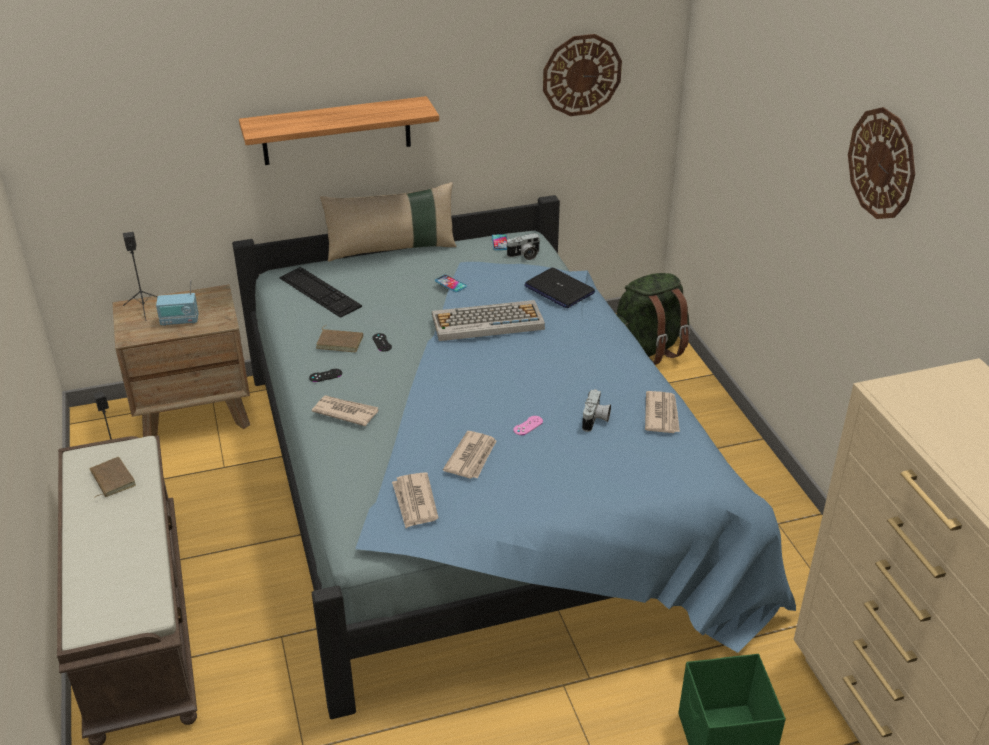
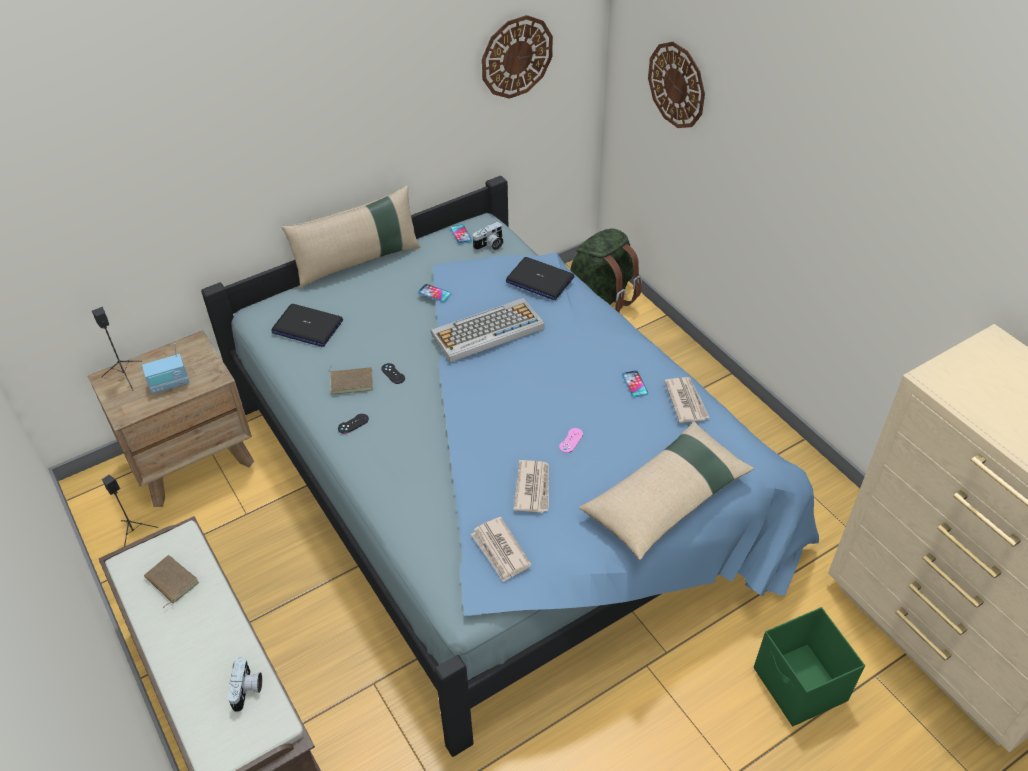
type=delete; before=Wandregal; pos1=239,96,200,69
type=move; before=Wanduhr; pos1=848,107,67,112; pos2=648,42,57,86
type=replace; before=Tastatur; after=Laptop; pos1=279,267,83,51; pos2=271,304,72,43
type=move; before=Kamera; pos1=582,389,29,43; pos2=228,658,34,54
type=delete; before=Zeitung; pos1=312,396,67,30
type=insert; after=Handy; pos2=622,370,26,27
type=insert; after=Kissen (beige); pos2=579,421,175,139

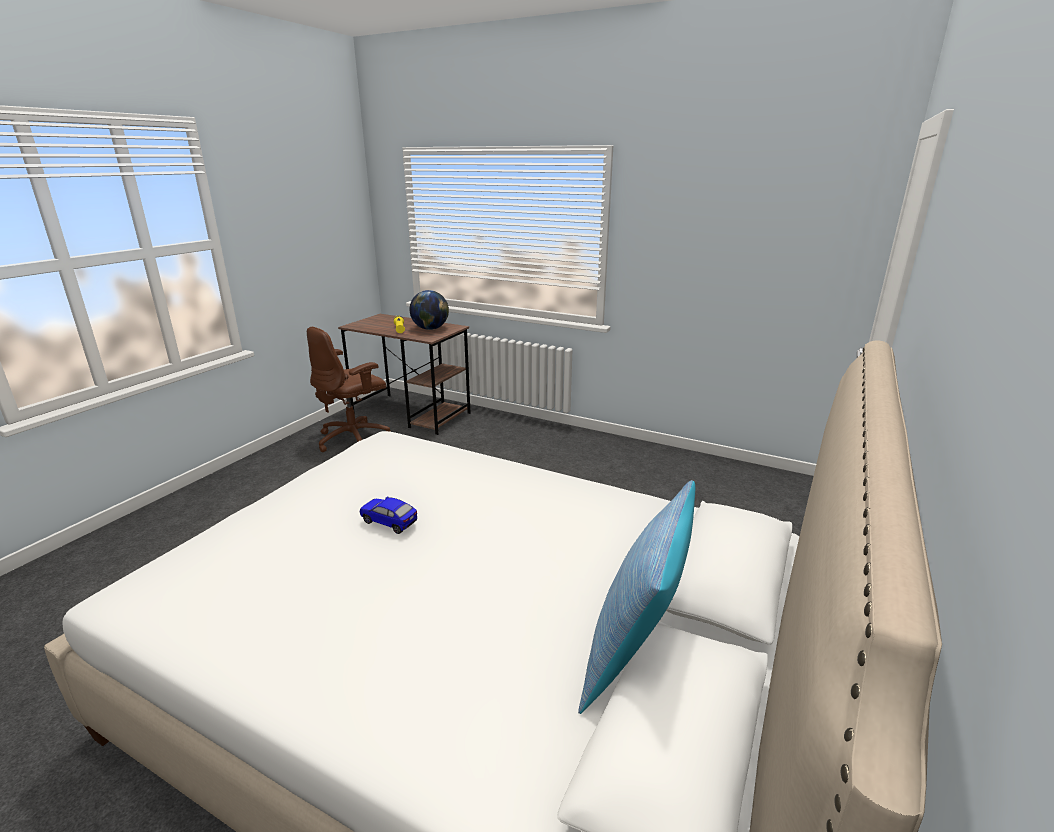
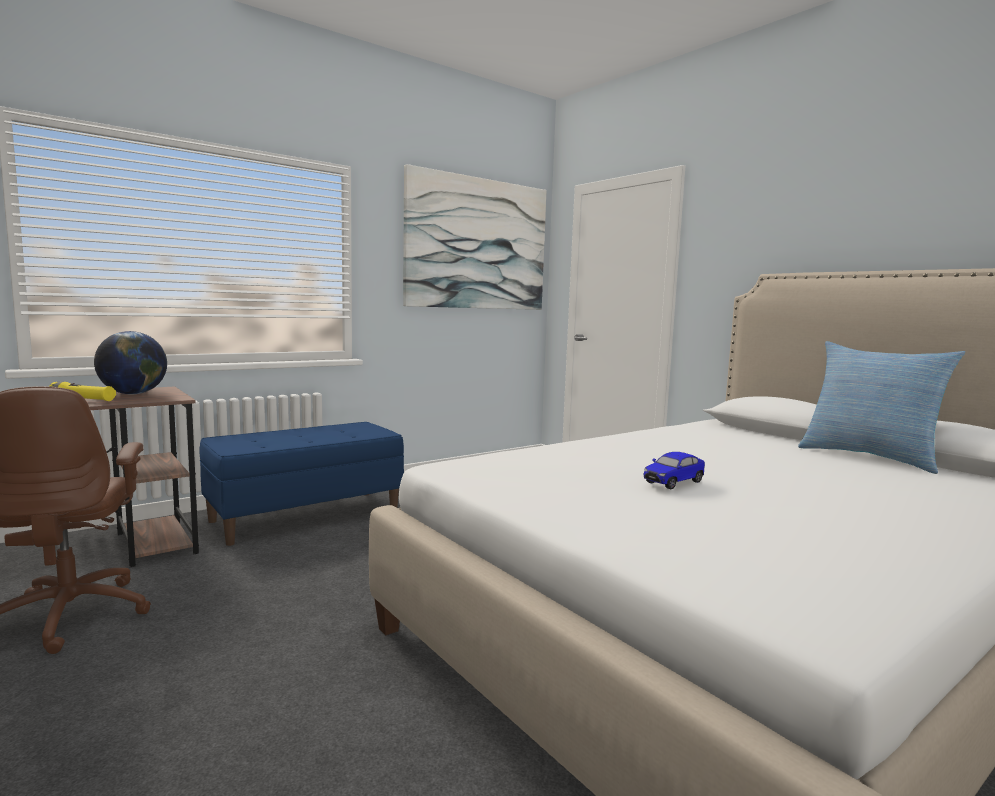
type=insert; after=Bild; pos2=403,164,144,146
type=insert; after=Bank (blau); pos2=200,422,204,124

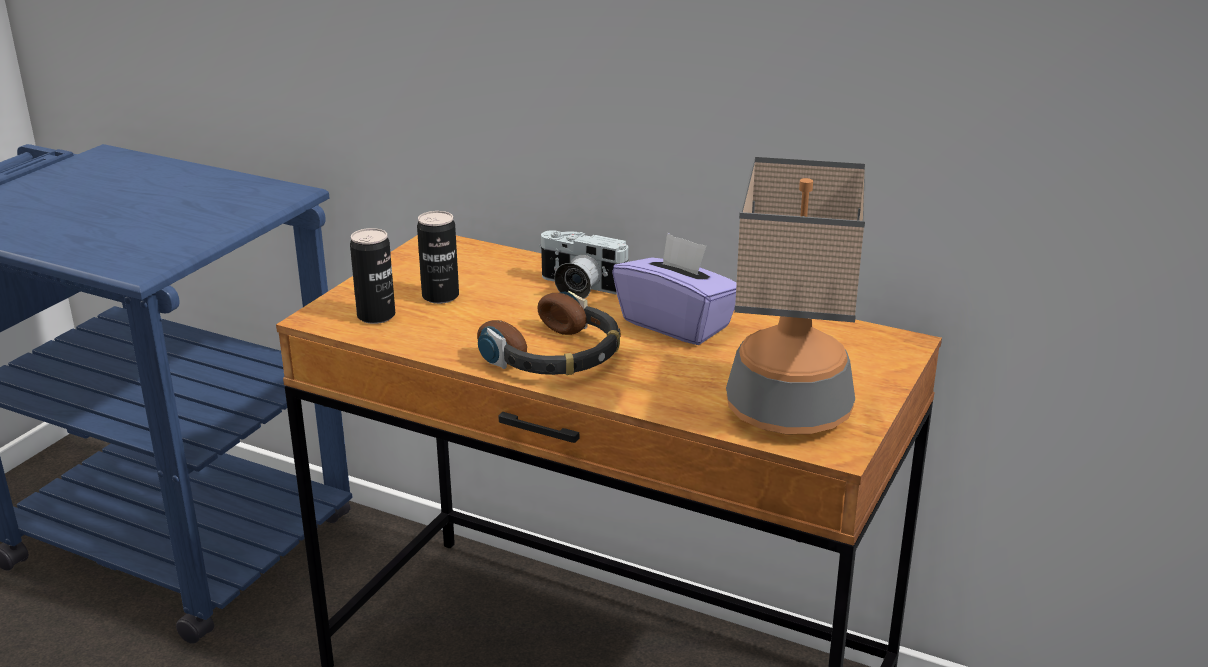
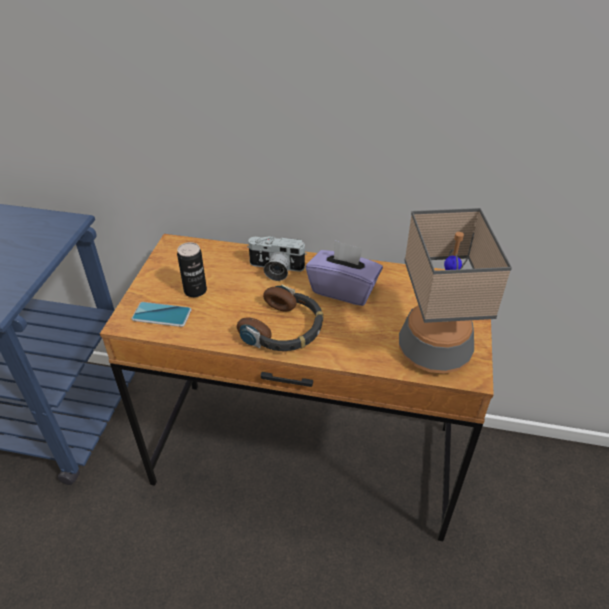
type=replace; before=Dose; after=Handy; pos1=350,228,45,96; pos2=131,302,61,25

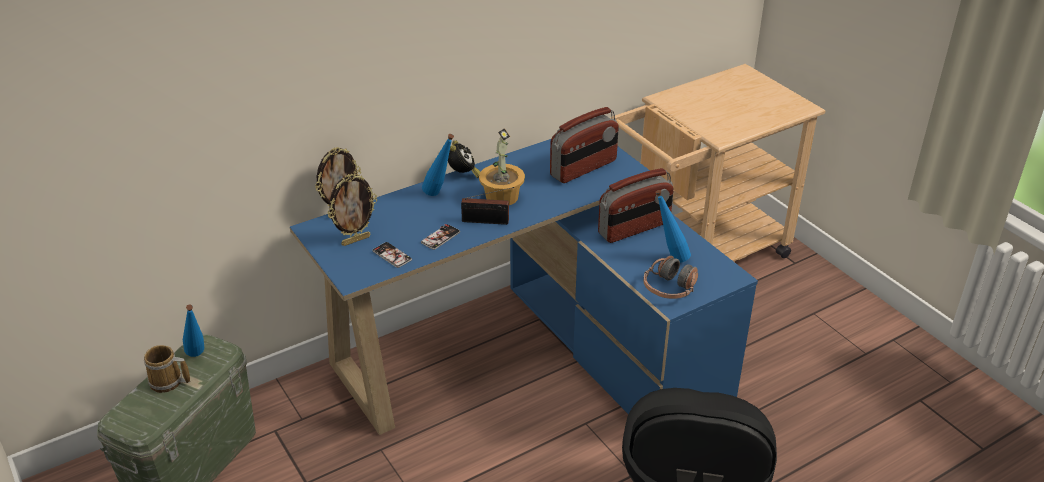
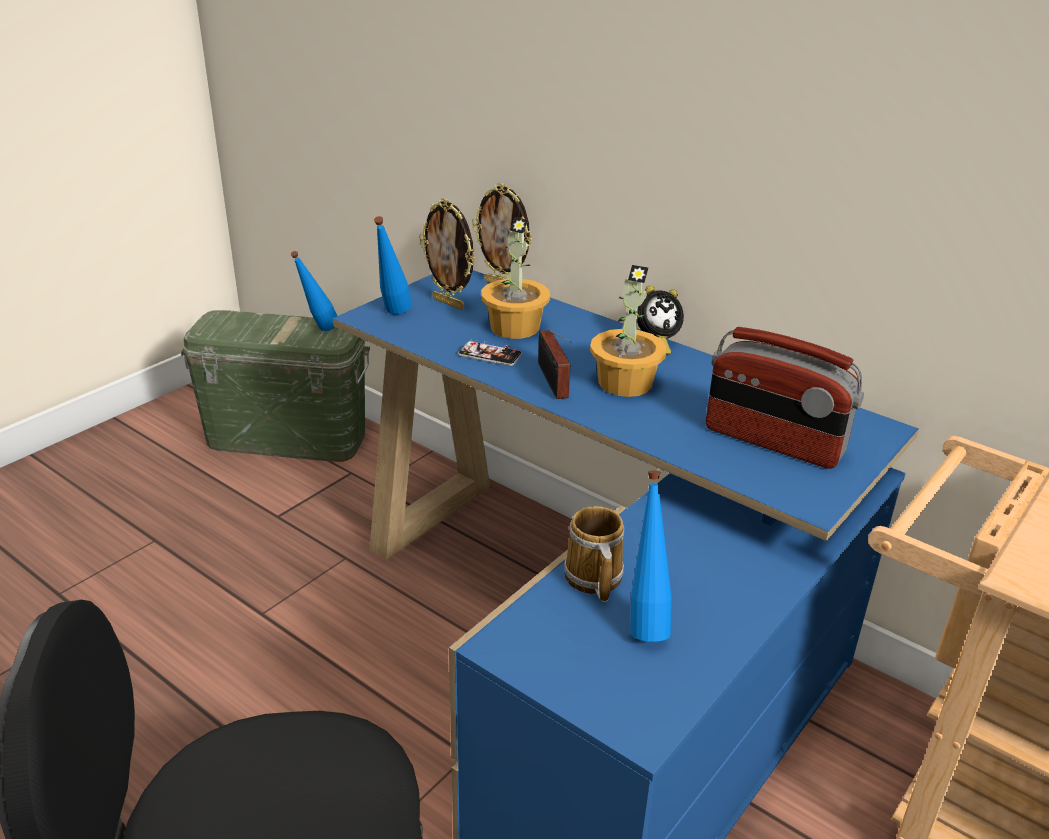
type=move; before=Flasche (blau); pos1=422,134,32,62; pos2=374,216,38,99
type=delete; before=Radio; pos1=598,168,76,75
type=delete; before=Handy; pos1=373,242,39,26
type=delete; before=Kopfhörer; pos1=644,256,54,43
type=move; before=Henkelbecher; pos1=144,345,46,48; pos2=564,506,60,96
type=insert; after=Topfpflanze; pos2=481,217,69,122

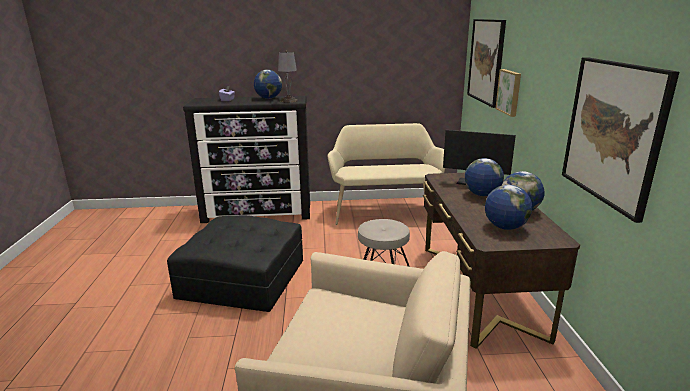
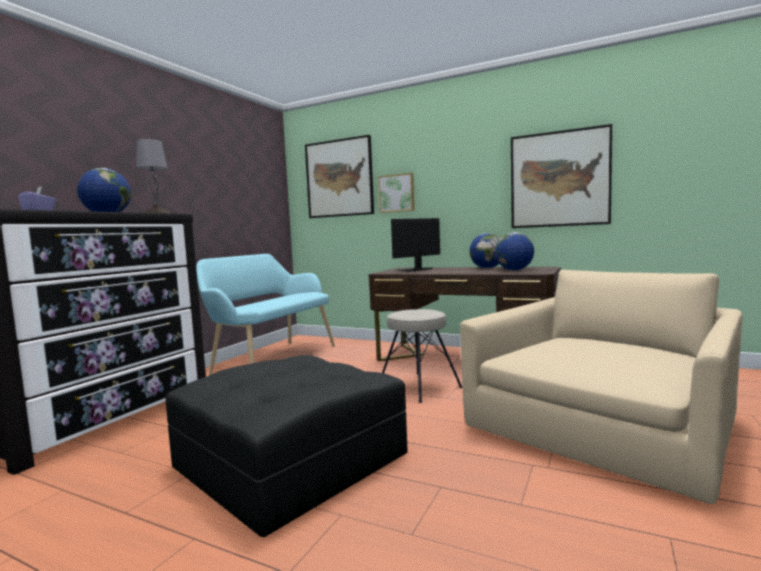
type=recolor; before=Bank (beige); after=Bank (türkis); pos1=328,123,117,102; pos2=196,254,139,121
type=delete; before=Globus; pos1=465,158,39,38

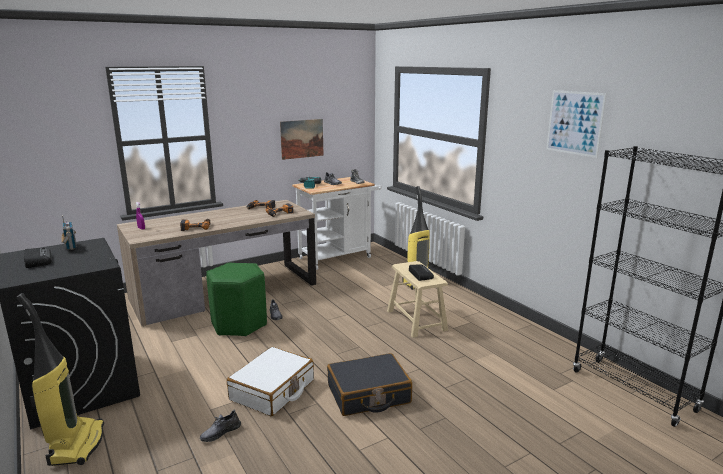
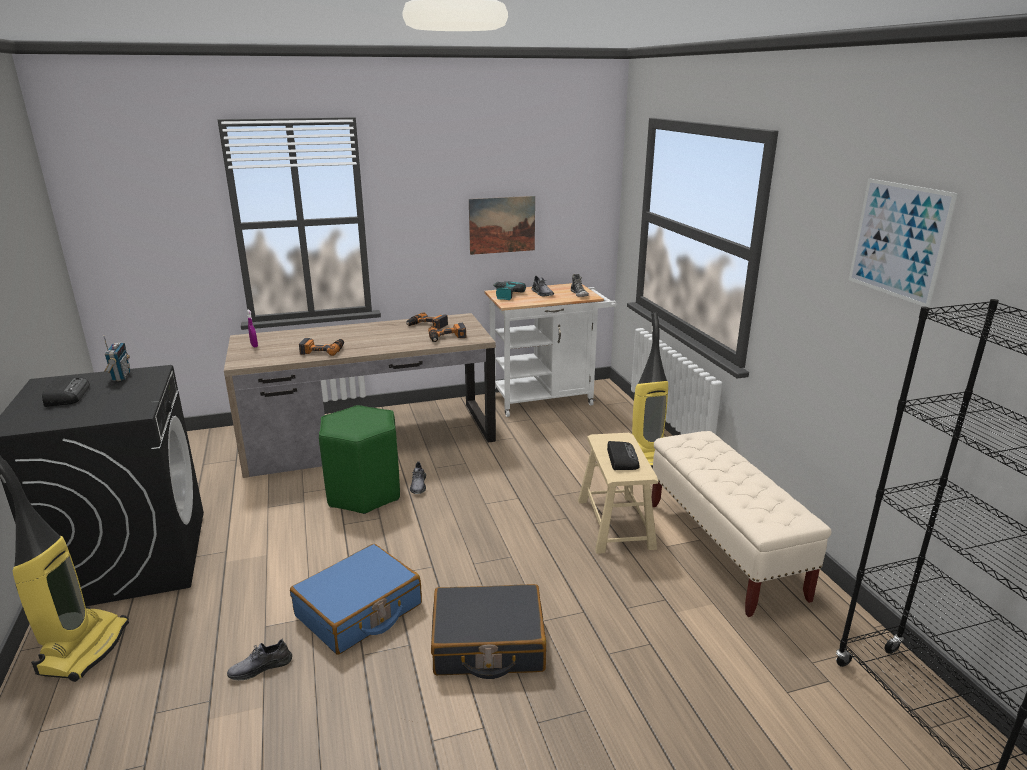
type=recolor; before=Koffer (weiß); after=Koffer (blau); pos1=227,347,87,69; pos2=290,544,132,110
type=insert; after=Bank (beige); pos2=652,431,180,186

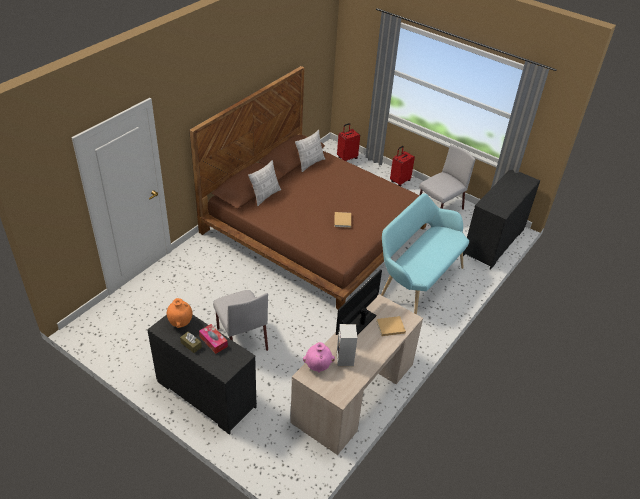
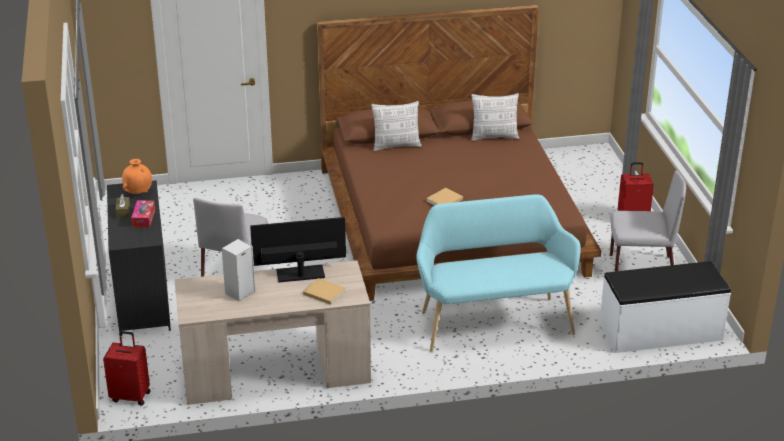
type=move; before=Koffer (rot); pos1=337,123,23,38; pos2=103,331,47,75
type=replace; before=Kommode (schwarz); after=Bank (weiß); pos1=463,170,77,100; pos2=599,261,132,92
type=delete; before=Vase (rosa); pos1=303,342,32,31

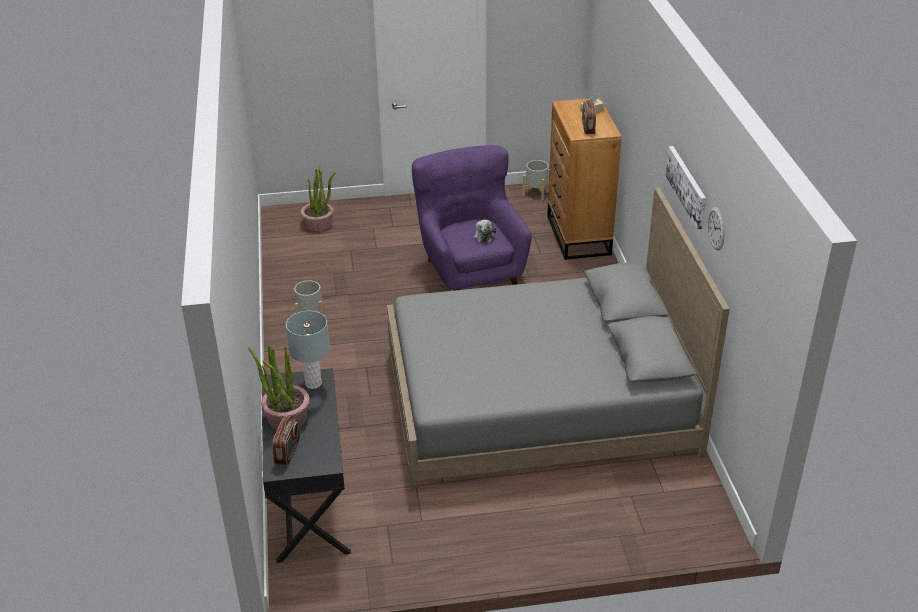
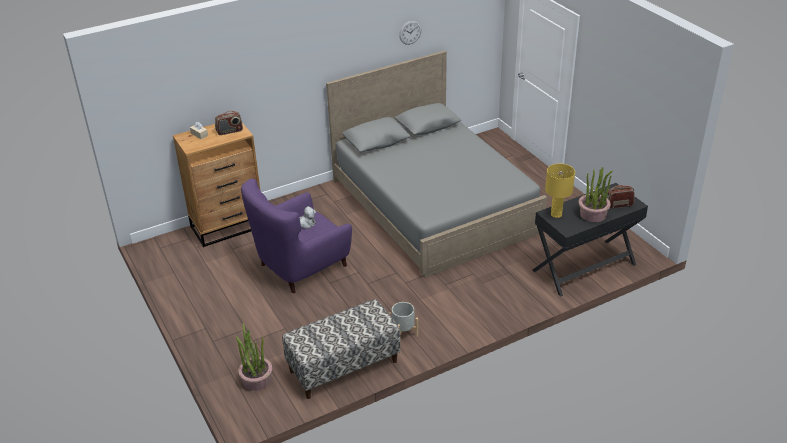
type=delete; before=Bild; pos1=665,146,41,83
type=delete; before=Pflanzkübel (grau); pos1=523,160,26,41
type=recolor; before=Tischlampe (grau); after=Tischlampe (gelb); pos1=286,311,44,78; pos2=545,164,30,54
type=insert; after=Bank; pos2=282,299,118,100

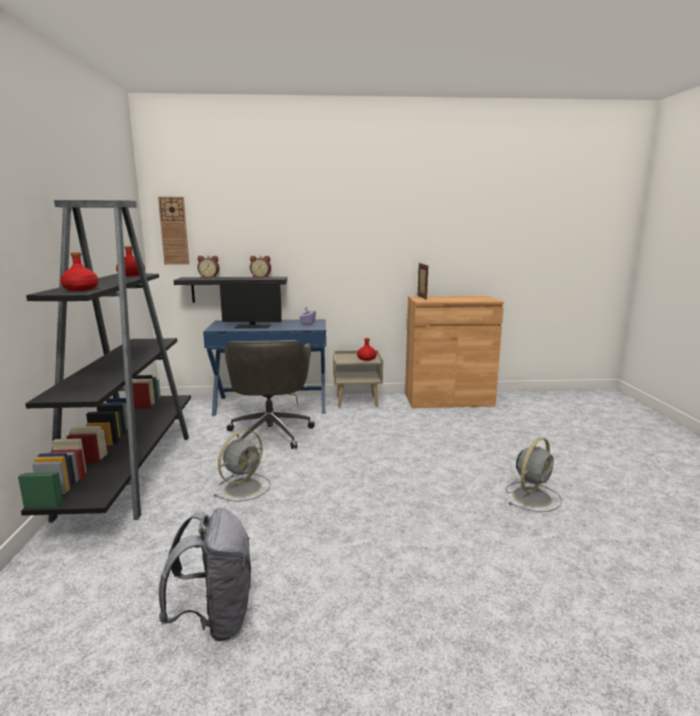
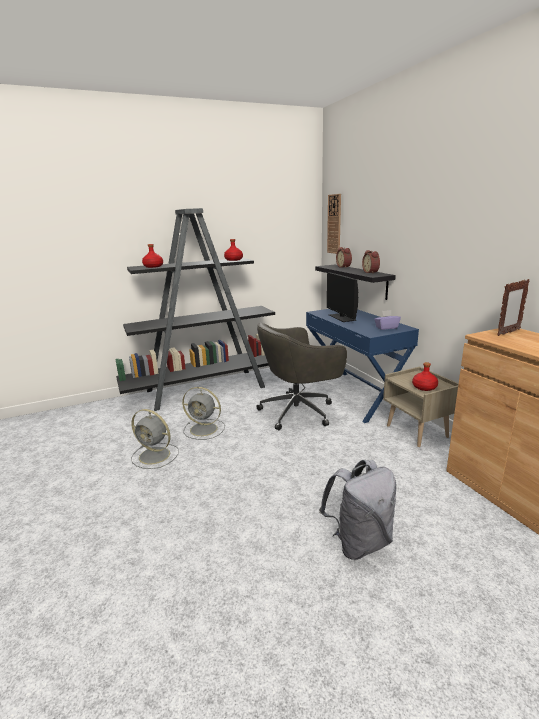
type=move; before=Ventilator (grau); pos1=506,437,56,75; pos2=131,409,48,60
type=move; before=Rucksack (grau); pos1=159,508,92,133; pos2=319,460,77,100

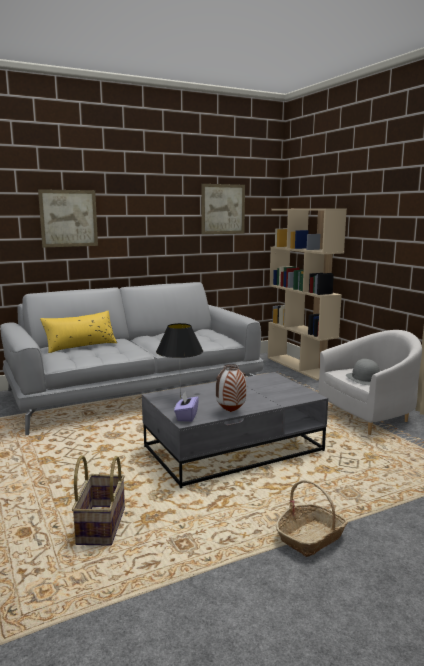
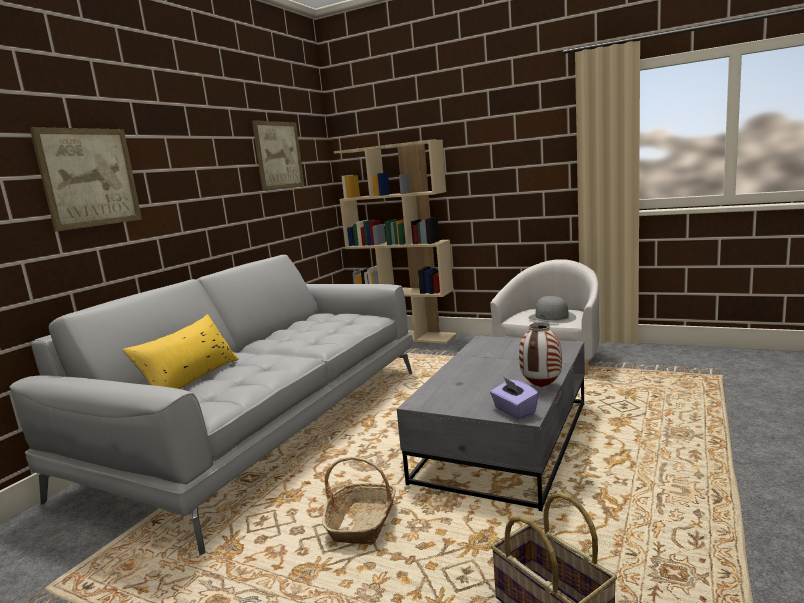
type=delete; before=Tischlampe (schwarz); pos1=156,323,47,75
type=move; before=Korb; pos1=276,480,72,77; pos2=322,457,74,88

